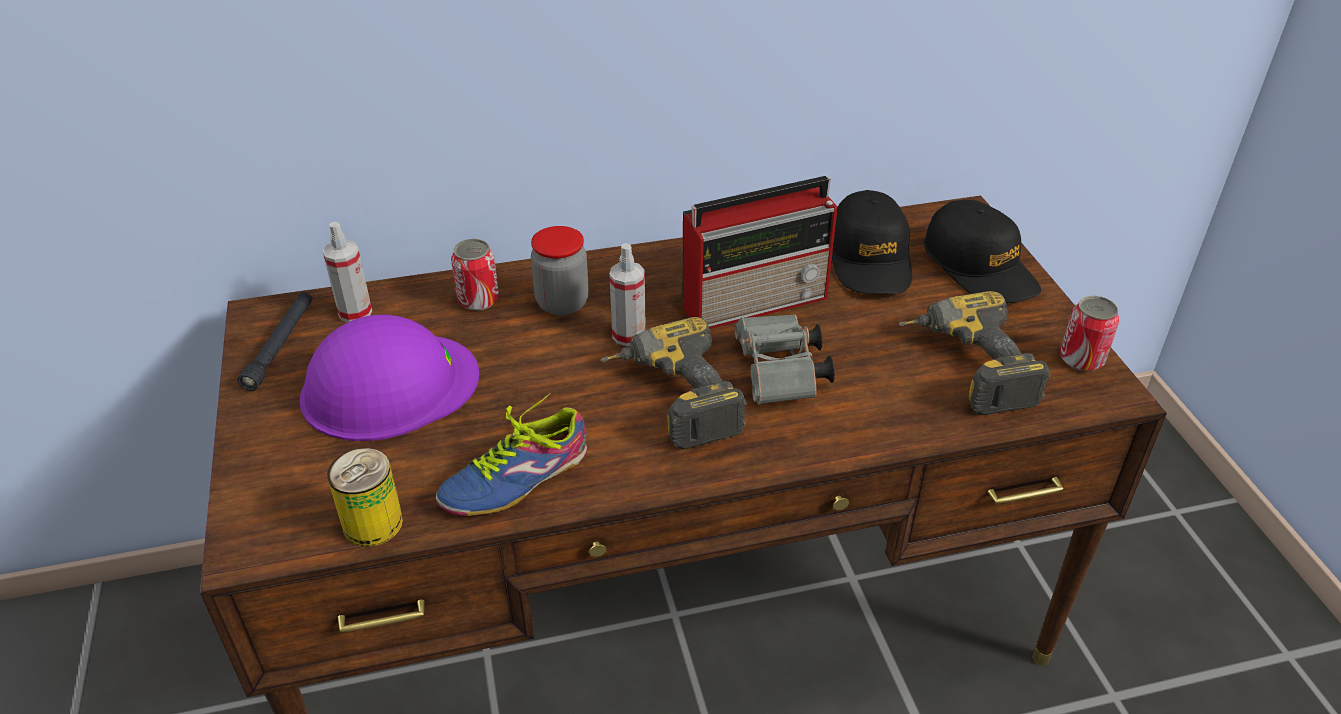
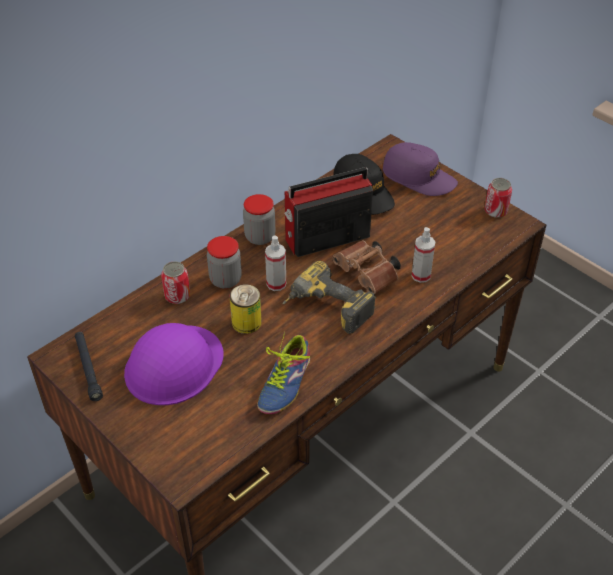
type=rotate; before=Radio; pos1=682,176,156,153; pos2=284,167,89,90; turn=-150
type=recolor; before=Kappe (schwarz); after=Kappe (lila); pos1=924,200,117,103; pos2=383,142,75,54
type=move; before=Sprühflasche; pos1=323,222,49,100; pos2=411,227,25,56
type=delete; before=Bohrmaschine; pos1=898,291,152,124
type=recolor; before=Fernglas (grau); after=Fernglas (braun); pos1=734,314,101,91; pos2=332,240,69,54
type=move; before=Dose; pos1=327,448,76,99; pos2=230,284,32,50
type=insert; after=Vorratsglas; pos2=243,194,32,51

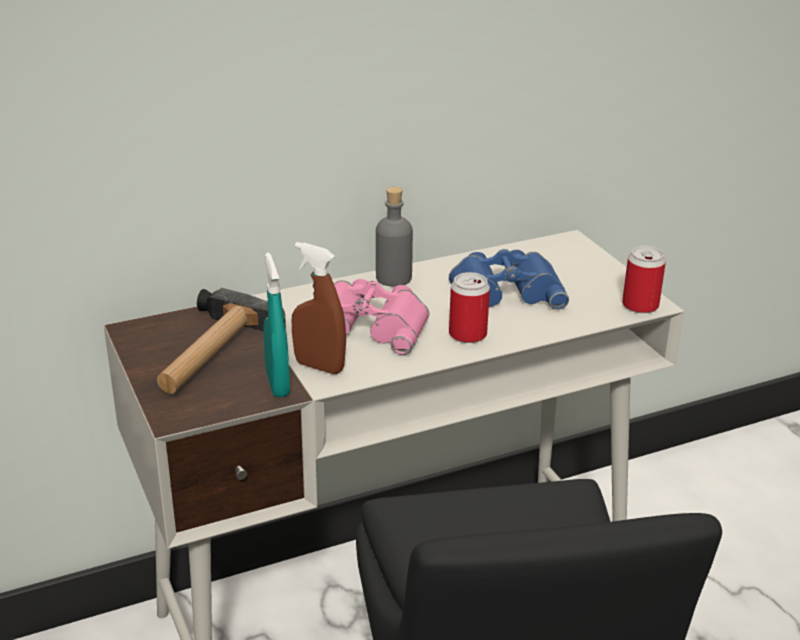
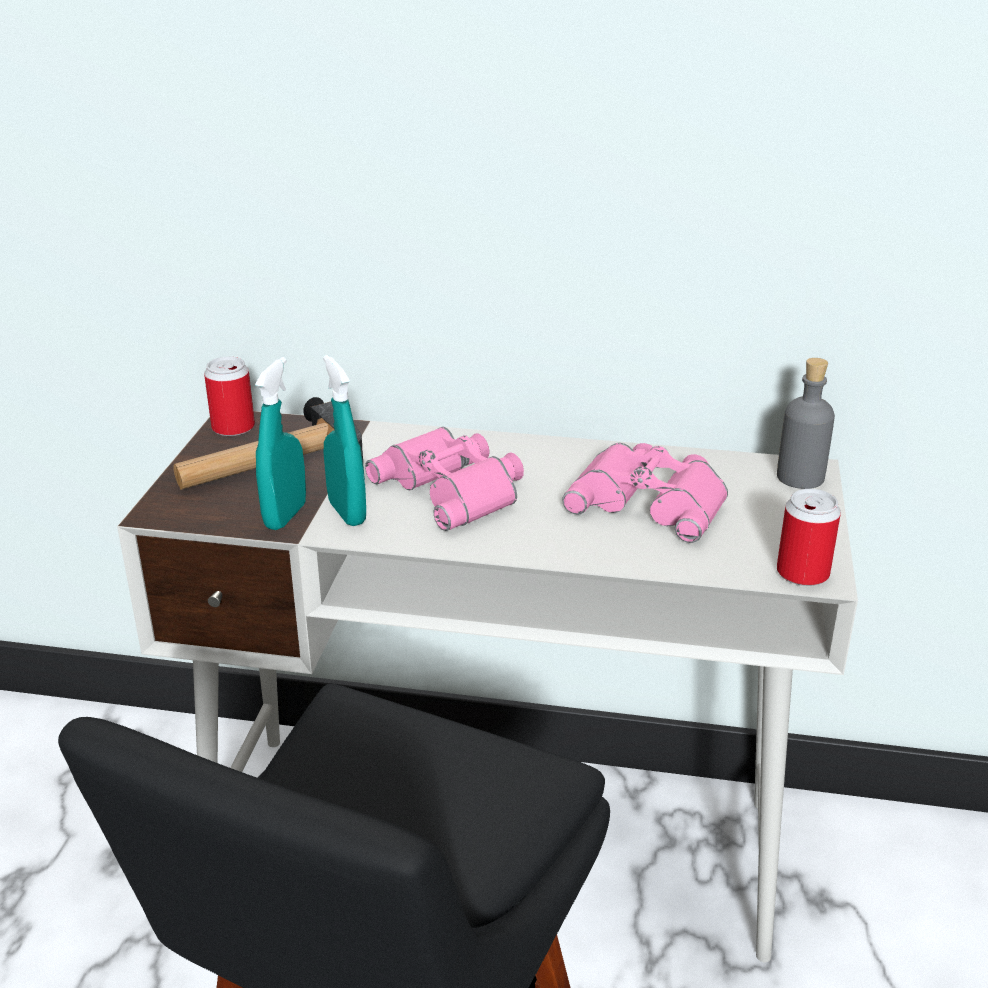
type=move; before=Flasche (grau); pos1=376,187,37,100; pos2=777,358,58,131
type=recolor; before=Sprühflasche (braun); after=Sprühflasche (türkis); pos1=292,242,54,132; pos2=323,355,43,171
type=recolor; before=Fernglas (blau); after=Fernglas (rosa); pos1=449,249,120,61; pos2=562,443,166,100
type=move; before=Dose; pos1=449,272,41,71; pos2=204,357,51,79

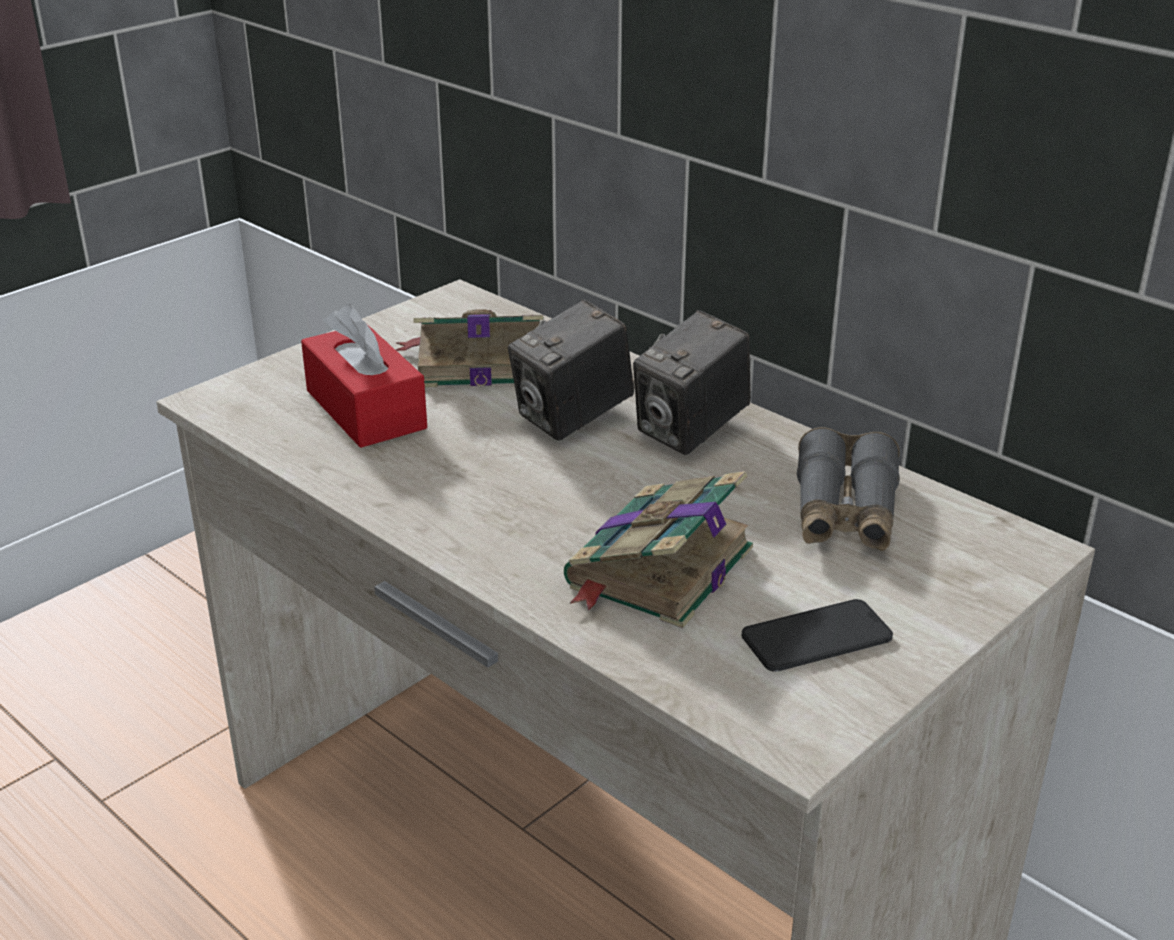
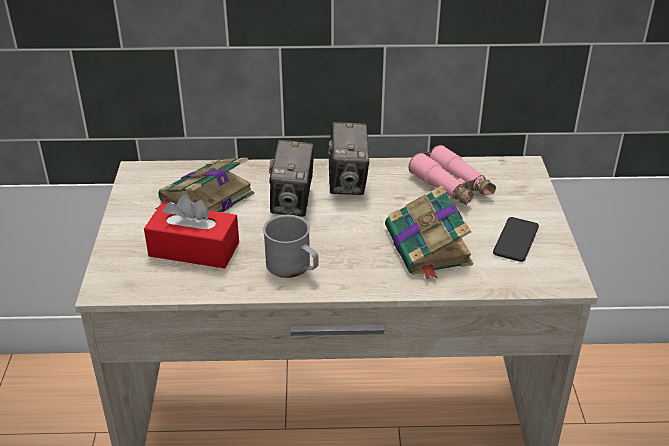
type=recolor; before=Fernglas (grau); after=Fernglas (rosa); pos1=797,427,103,124; pos2=409,145,87,61
type=insert; after=Henkelbecher (grau); pos2=263,215,56,63

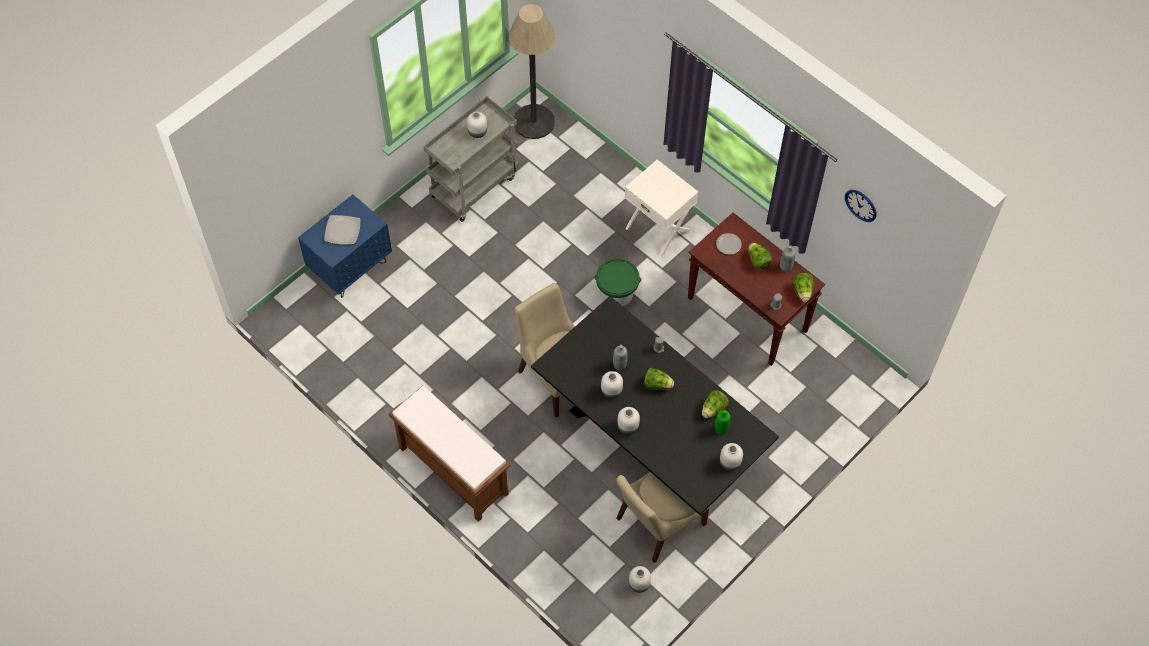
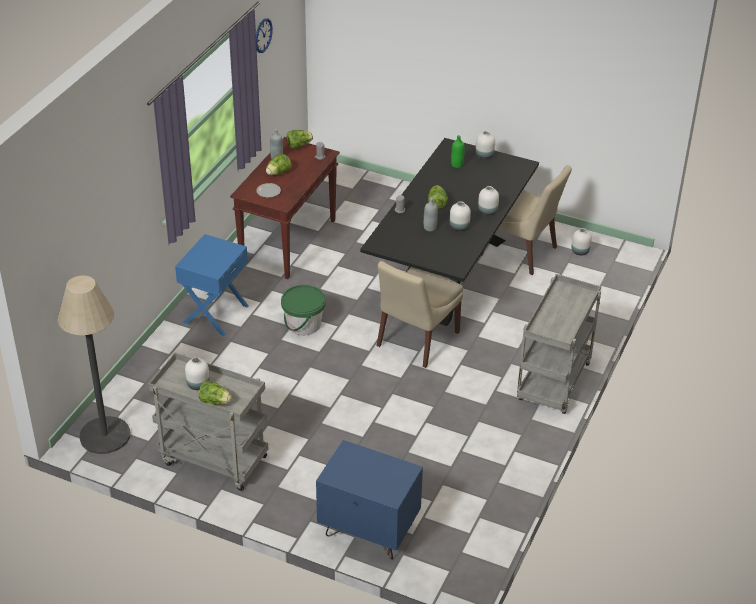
type=recolor; before=Nachttisch (weiß); after=Nachttisch (blau); pos1=625,160,73,97; pos2=175,234,73,102
type=delete; before=Teller; pos1=324,215,37,30
type=replace; before=Bank (braun); after=Rollwagen (grau); pos1=388,385,122,137; pos2=517,274,84,140
type=move; before=Salatkopf; pos1=702,391,27,27; pos2=199,381,33,24

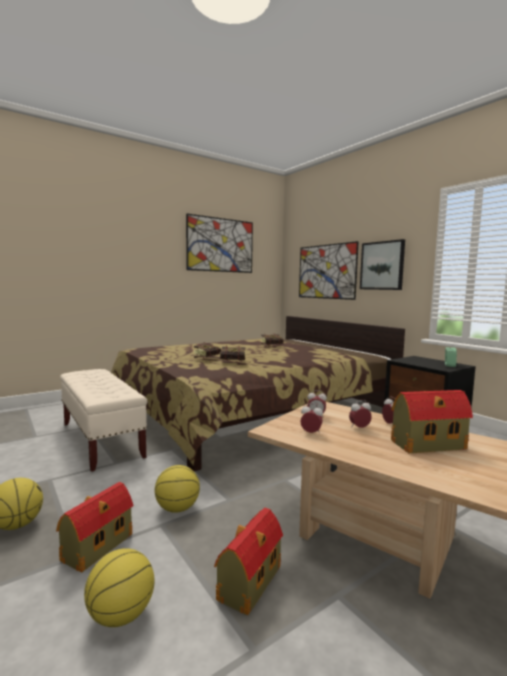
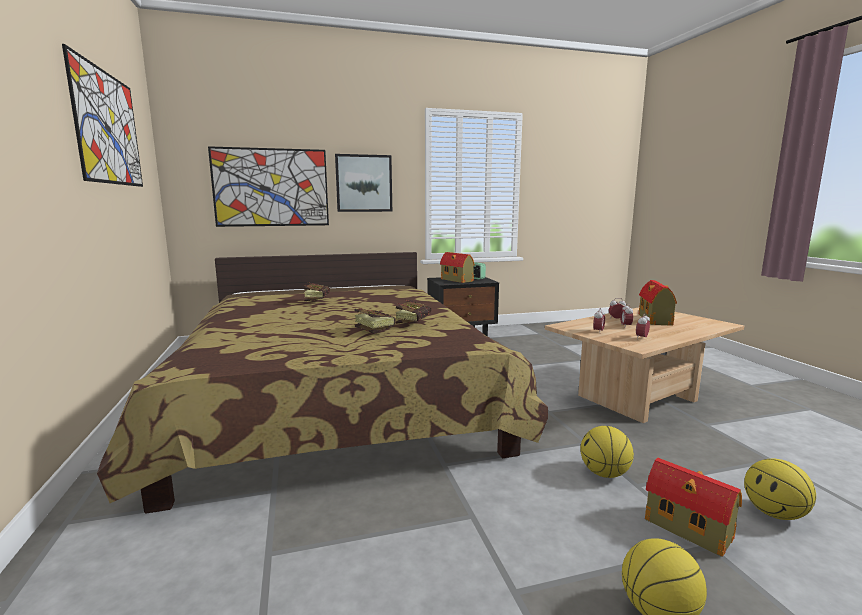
type=delete; before=Bank (beige); pos1=60,369,87,103
type=move; before=Spielzeughaus; pos1=214,507,69,108; pos2=440,252,35,31

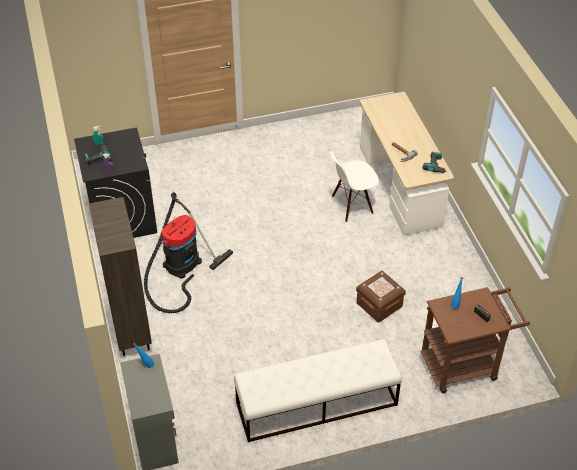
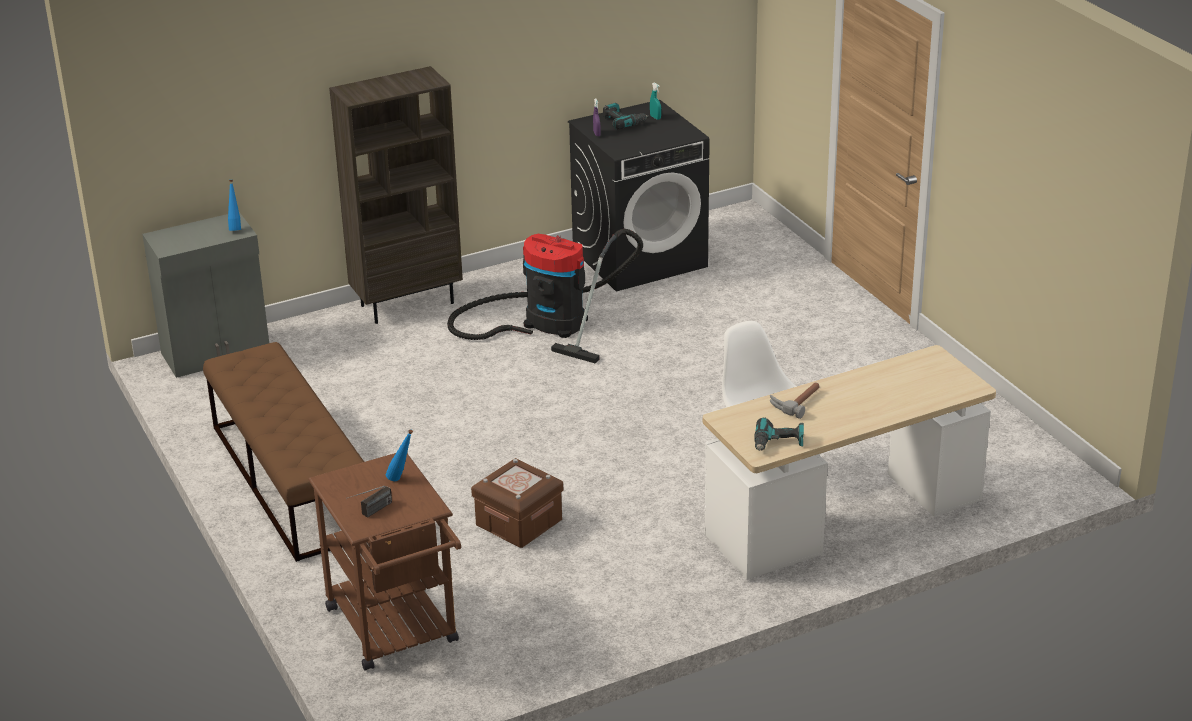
type=recolor; before=Bank (weiß); after=Bank (braun); pos1=234,339,168,103; pos2=203,342,161,220

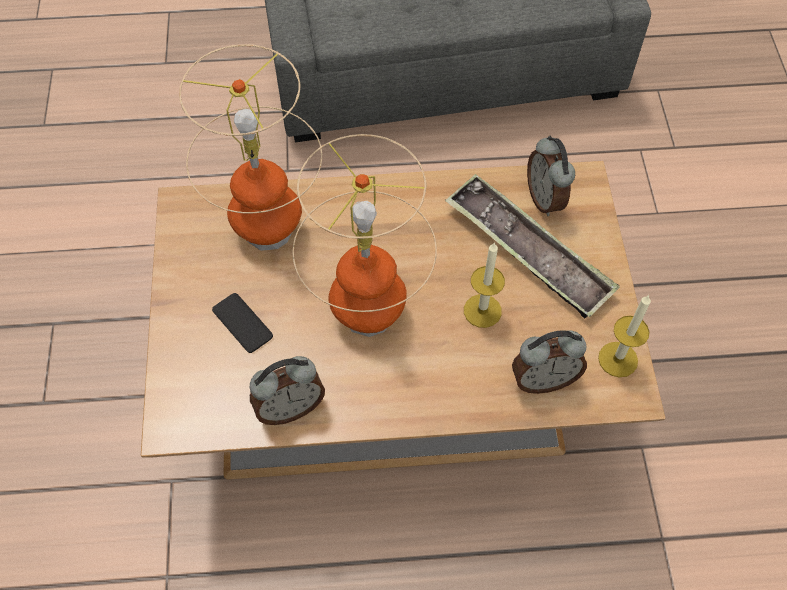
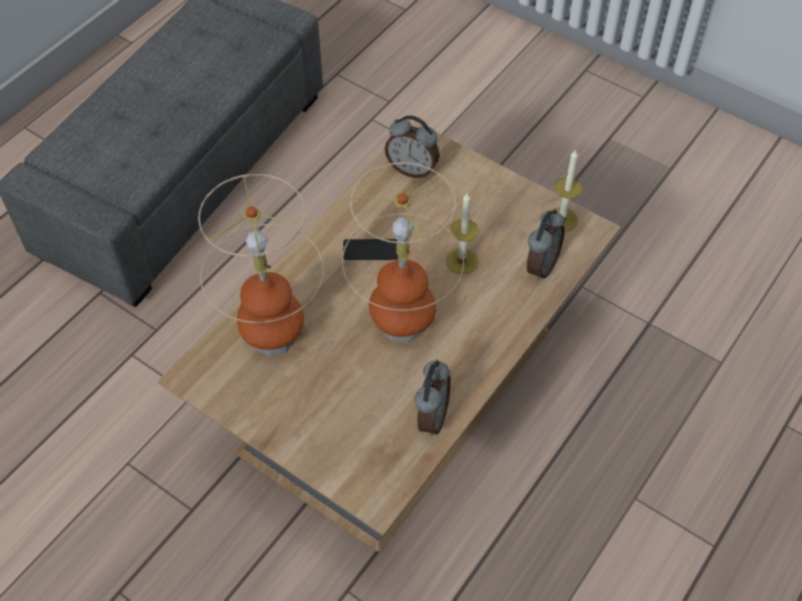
type=delete; before=Tablett; pos1=445,174,175,144
type=move; before=Handy; pos1=212,293,61,60; pos2=343,239,55,21

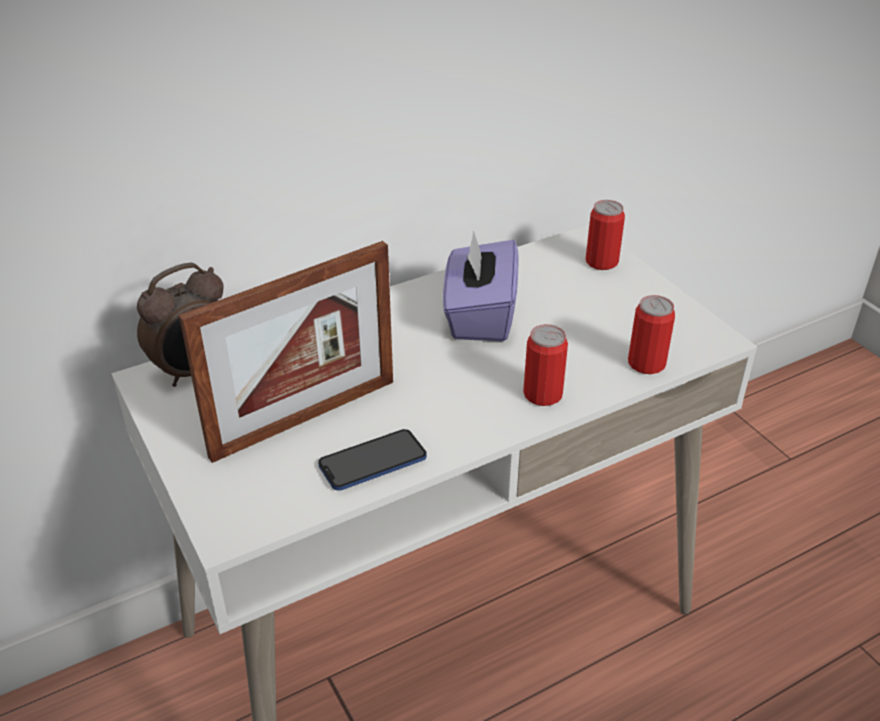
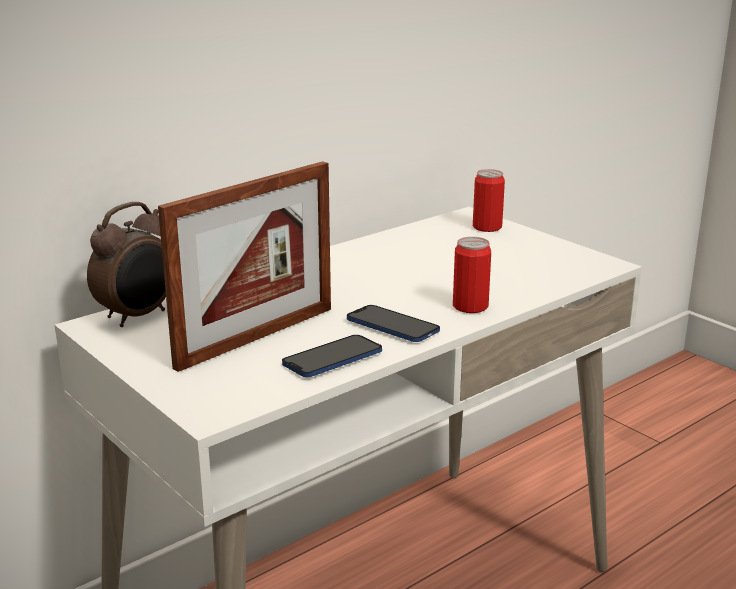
type=delete; before=Taschentuchbox (lila); pos1=443,231,75,111
type=delete; before=Dose; pos1=628,295,47,79
type=insert; after=Handy; pos2=347,305,93,37

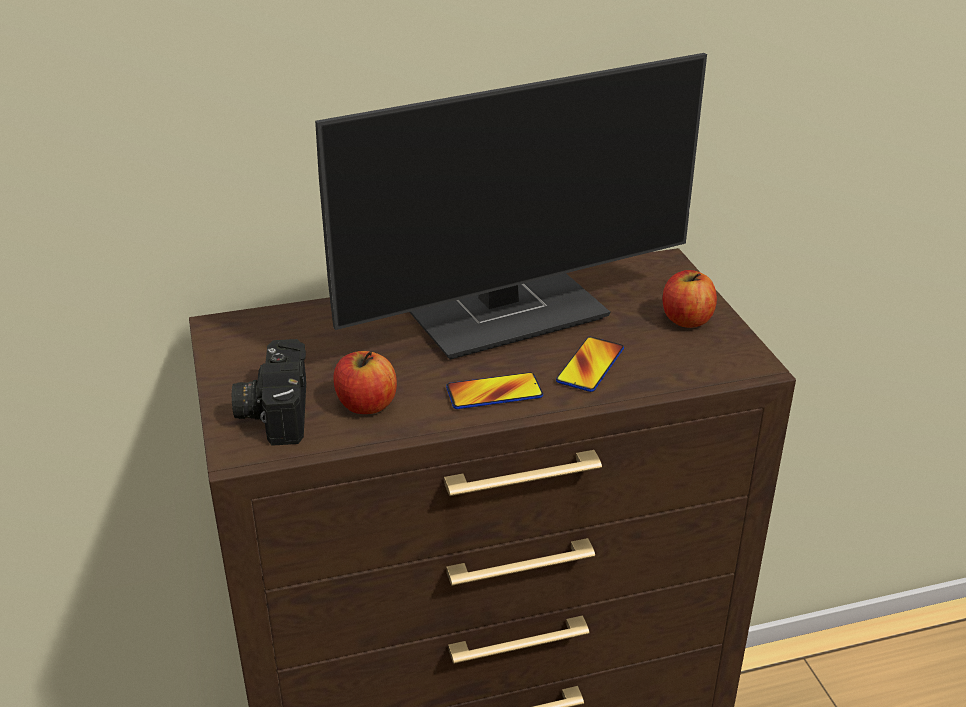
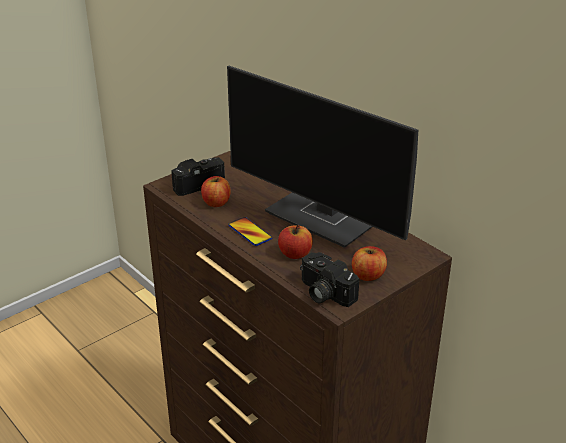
type=replace; before=Handy; after=Apfel; pos1=556,337,68,55; pos2=278,225,35,34
type=insert; after=Kamera; pos2=300,252,59,55

